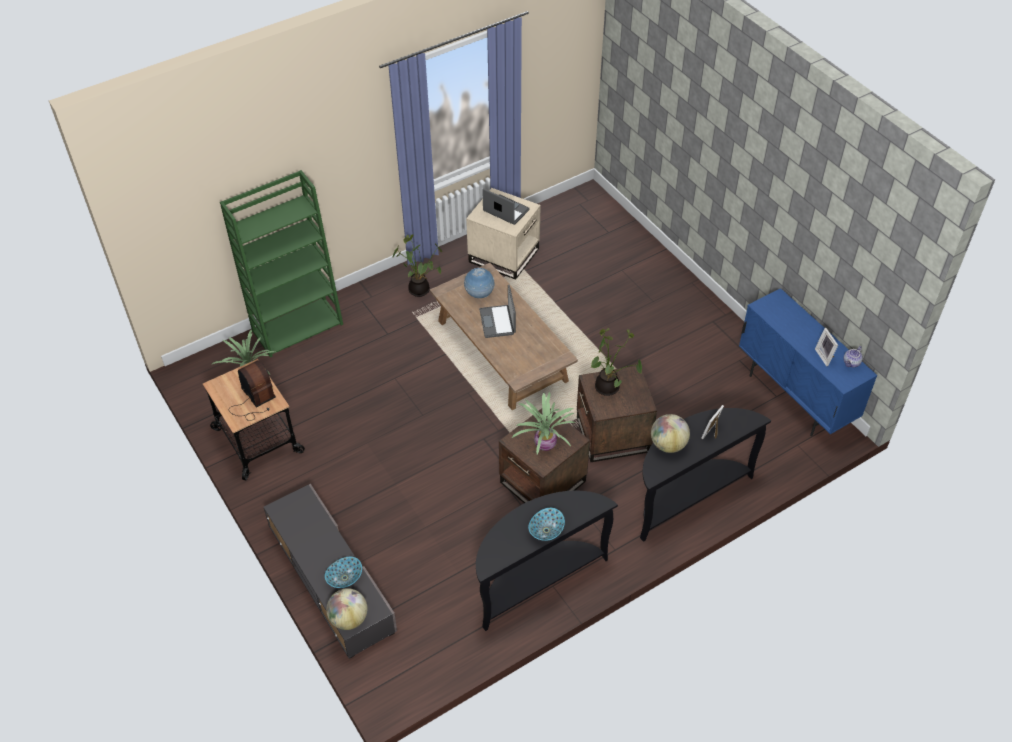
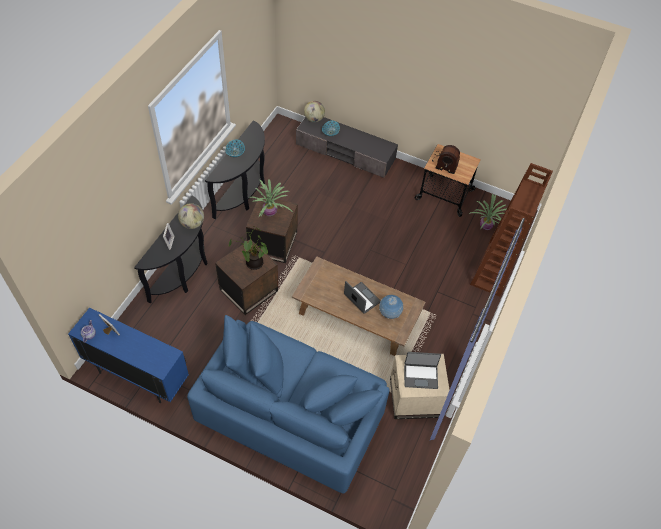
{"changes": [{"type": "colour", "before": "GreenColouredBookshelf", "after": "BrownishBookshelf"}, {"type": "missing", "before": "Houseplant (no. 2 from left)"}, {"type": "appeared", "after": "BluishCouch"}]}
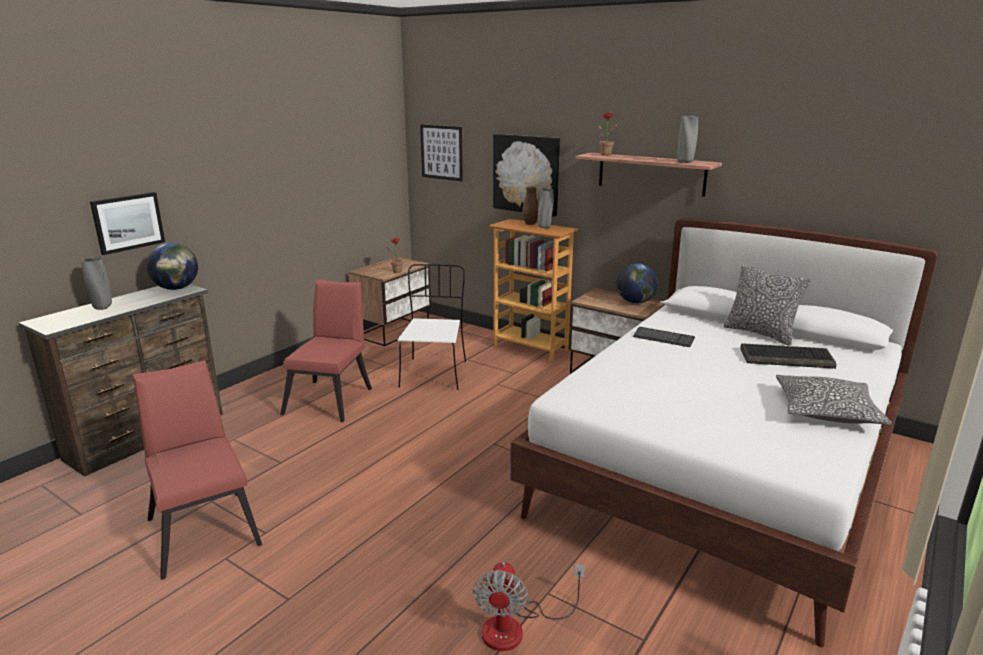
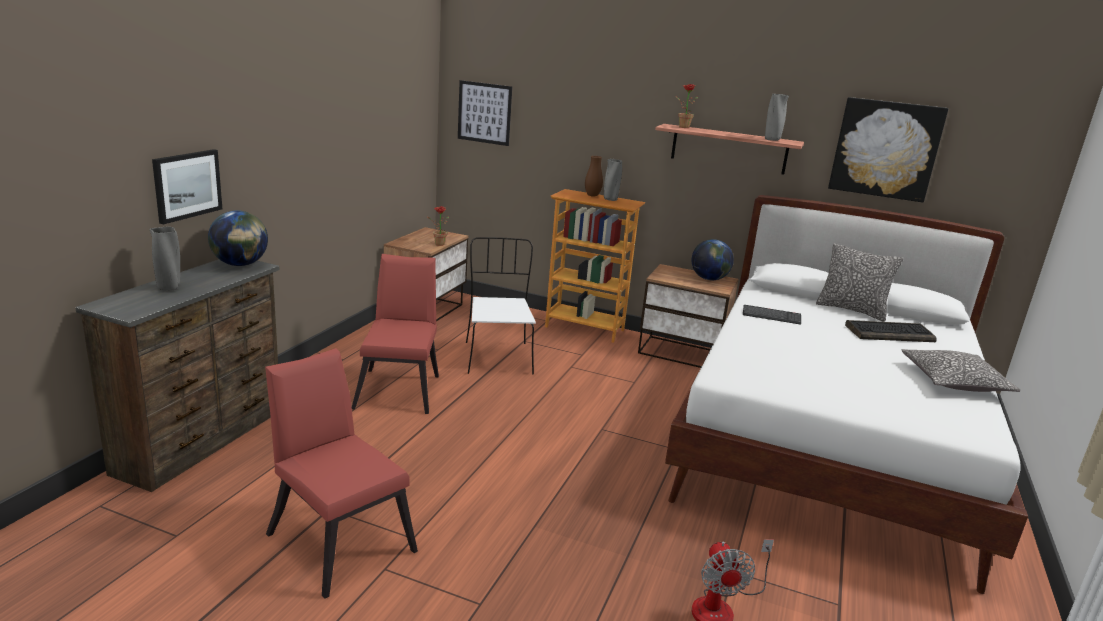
{"changes": [{"type": "relocated", "before": "WallPicture (no. 3 from left)"}]}
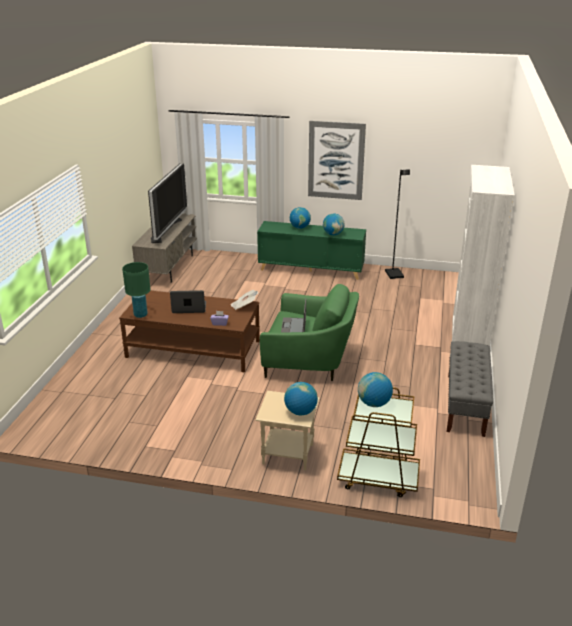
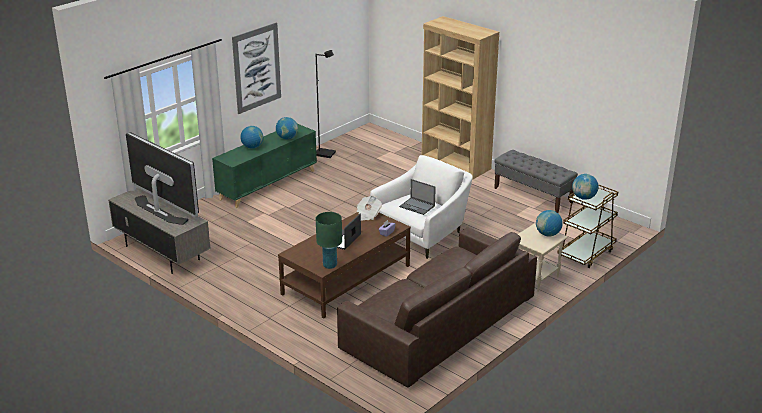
{"changes": [{"type": "colour", "before": "WhitishBookshelf", "after": "BrownishBookshelf"}, {"type": "colour", "before": "GreenColouredArmchair", "after": "WhitishArmchair"}, {"type": "appeared", "after": "BrownishCouch"}]}
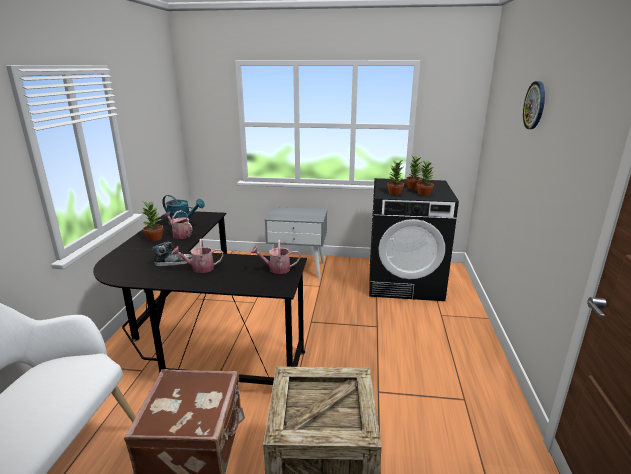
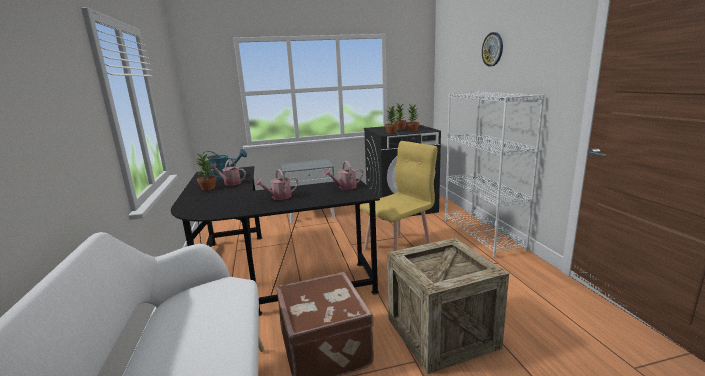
{"changes": [{"type": "missing", "before": "LowShoe"}, {"type": "appeared", "after": "WhitishBookshelf"}, {"type": "appeared", "after": "YellowColouredPlainChair"}]}
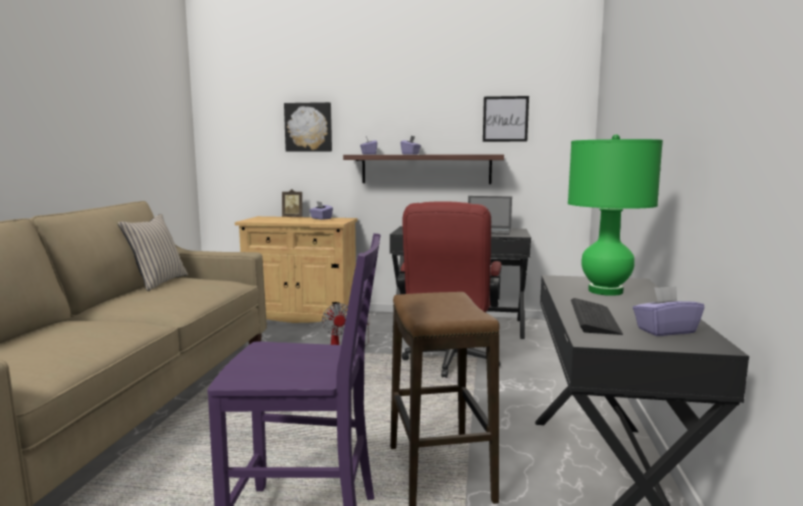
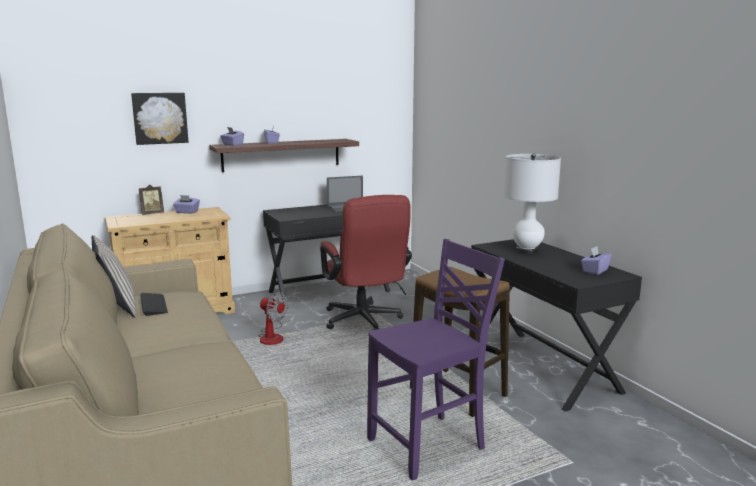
{"changes": [{"type": "missing", "before": "WallPicture (no. 2 from left)"}, {"type": "colour", "before": "GreenColouredTableLamp", "after": "WhitishTableLamp"}, {"type": "relocated", "before": "PcKeyboard"}]}
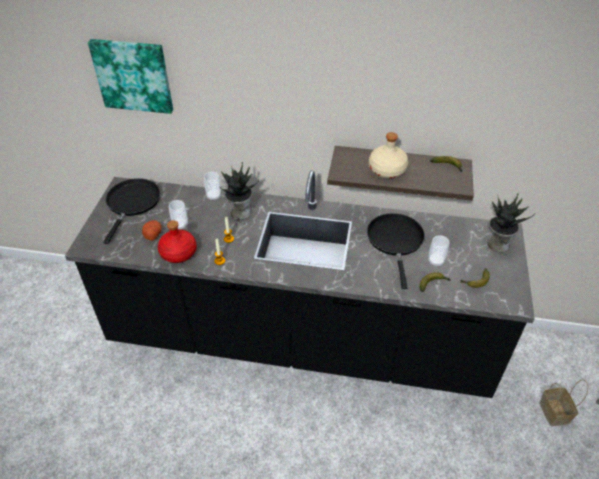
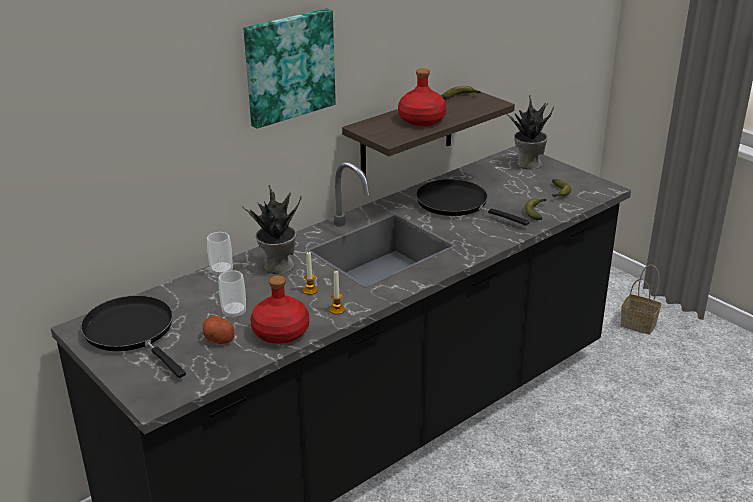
{"changes": [{"type": "relocated", "before": "WallPicture"}, {"type": "colour", "before": "BeigeBottle", "after": "RedColouredBottle (no. 2 from left)"}, {"type": "missing", "before": "SmallCup (no. 3 from left)"}]}
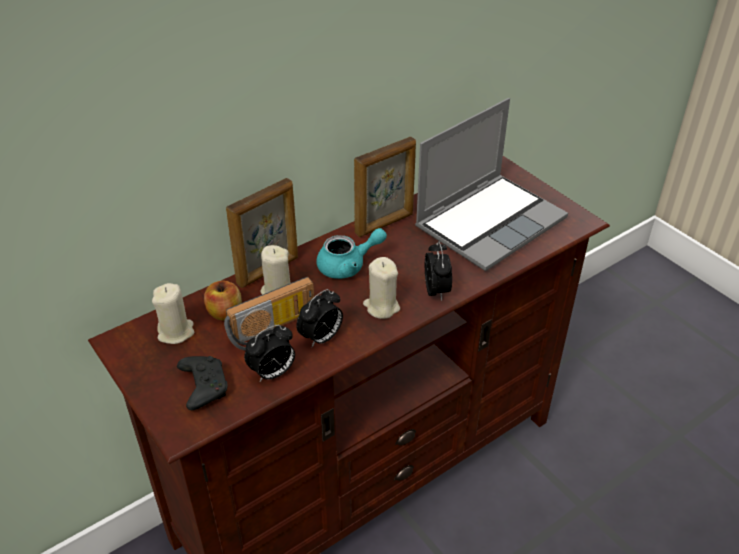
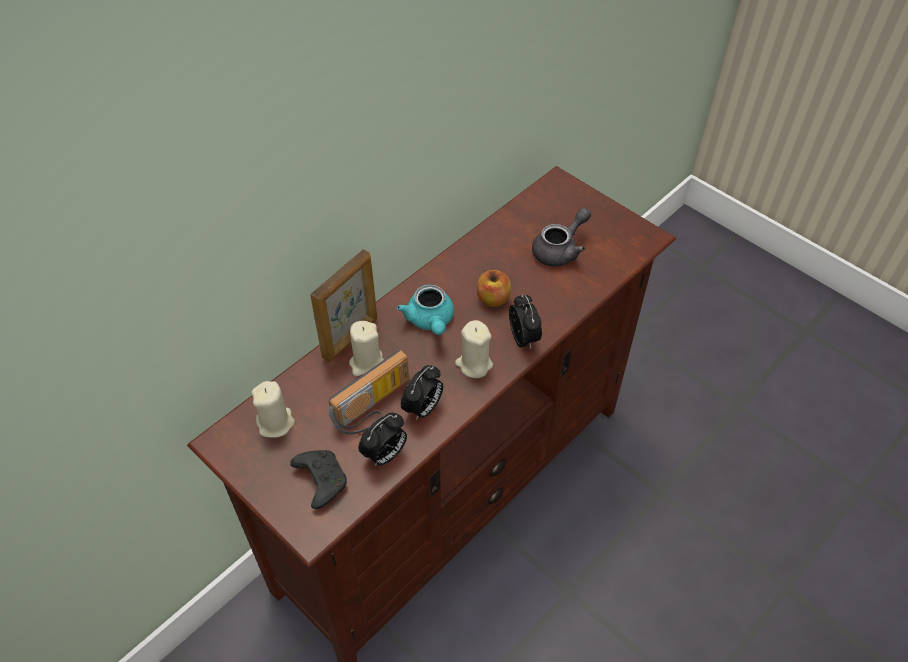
{"changes": [{"type": "exchanged", "before": "Laptop", "after": "GreyPotForTea"}, {"type": "missing", "before": "PictureFrame (no. 2 from left)"}, {"type": "spun", "before": "TurquoiseColouredPotForTea", "turn": 105}, {"type": "relocated", "before": "AppleFruit"}]}
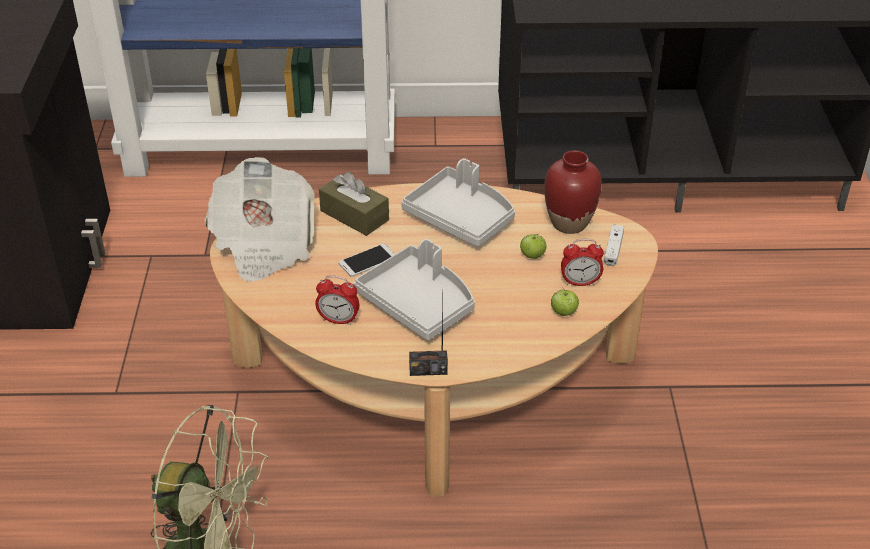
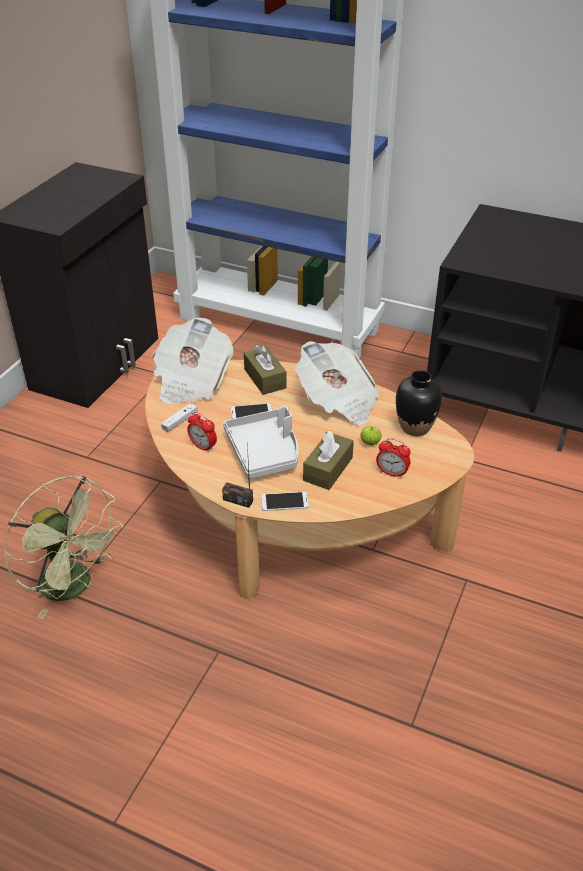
{"changes": [{"type": "colour", "before": "RedColouredVase", "after": "BlackColouredVase"}, {"type": "exchanged", "before": "GreyServingTray (no. 2 from left)", "after": "PrintedPaper (no. 2 from left)"}, {"type": "relocated", "before": "WhitishGameController"}, {"type": "missing", "before": "AppleFruit (no. 2 from left)"}, {"type": "appeared", "after": "BrownishBoxOfTissues (no. 2 from left)"}, {"type": "appeared", "after": "Phone (no. 2 from left)"}]}
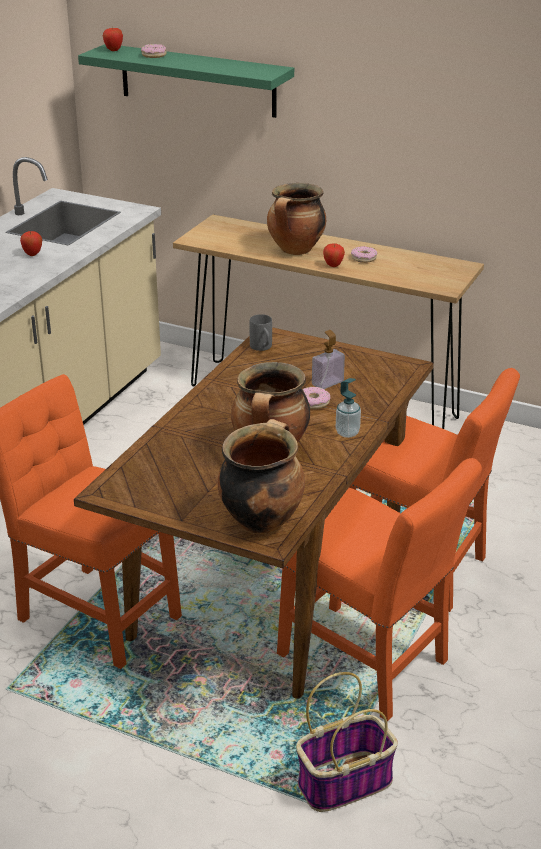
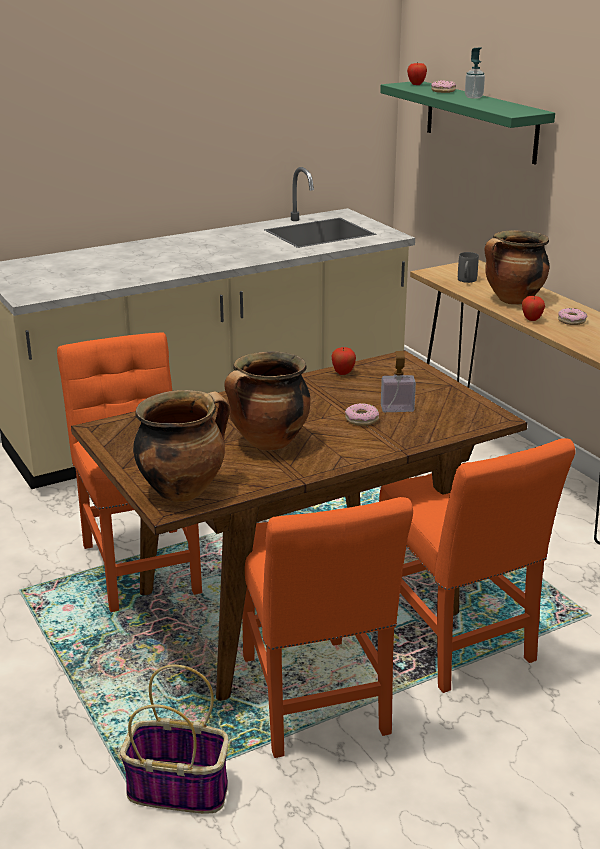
{"changes": [{"type": "relocated", "before": "AppleFruit (no. 1 from left)"}, {"type": "relocated", "before": "GreyTeaMug"}, {"type": "relocated", "before": "SoapDispenser (no. 2 from left)"}]}
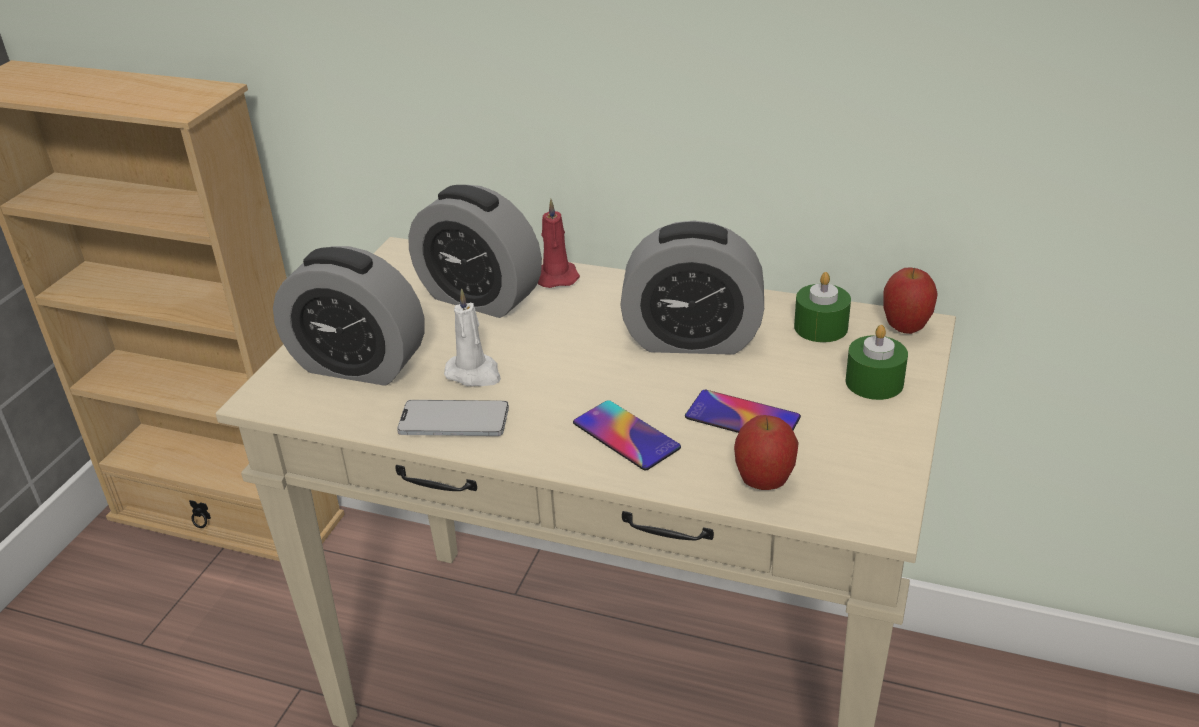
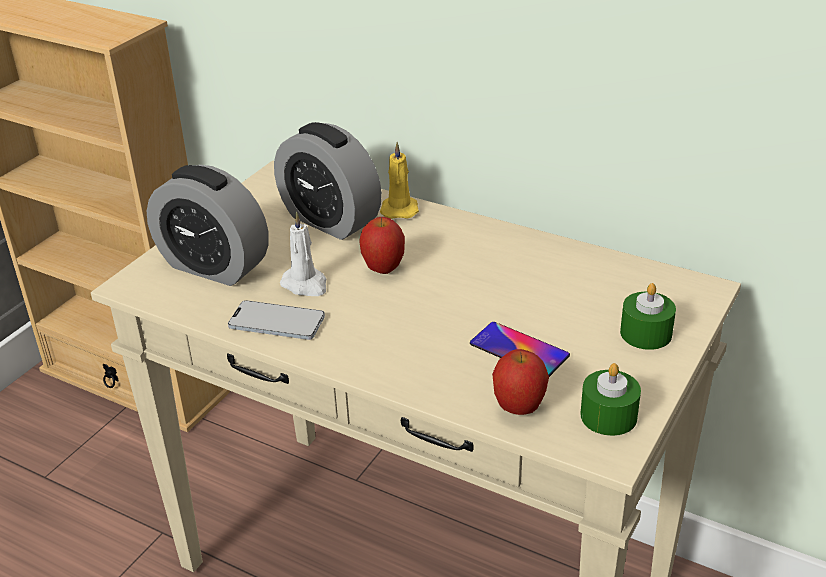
{"changes": [{"type": "colour", "before": "RedColouredWaxCandle", "after": "YellowColouredWaxCandle"}, {"type": "missing", "before": "AlarmClock (no. 3 from left)"}, {"type": "relocated", "before": "AppleFruit (no. 2 from left in the first image)", "after": "AppleFruit (no. 1 from left)"}, {"type": "relocated", "before": "GreenColouredWaxCandle (no. 1 from left)"}, {"type": "missing", "before": "Phone (no. 2 from left)"}]}
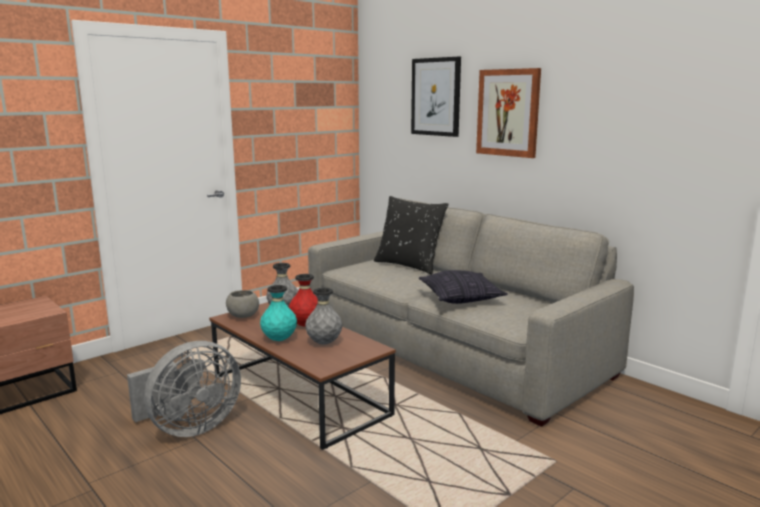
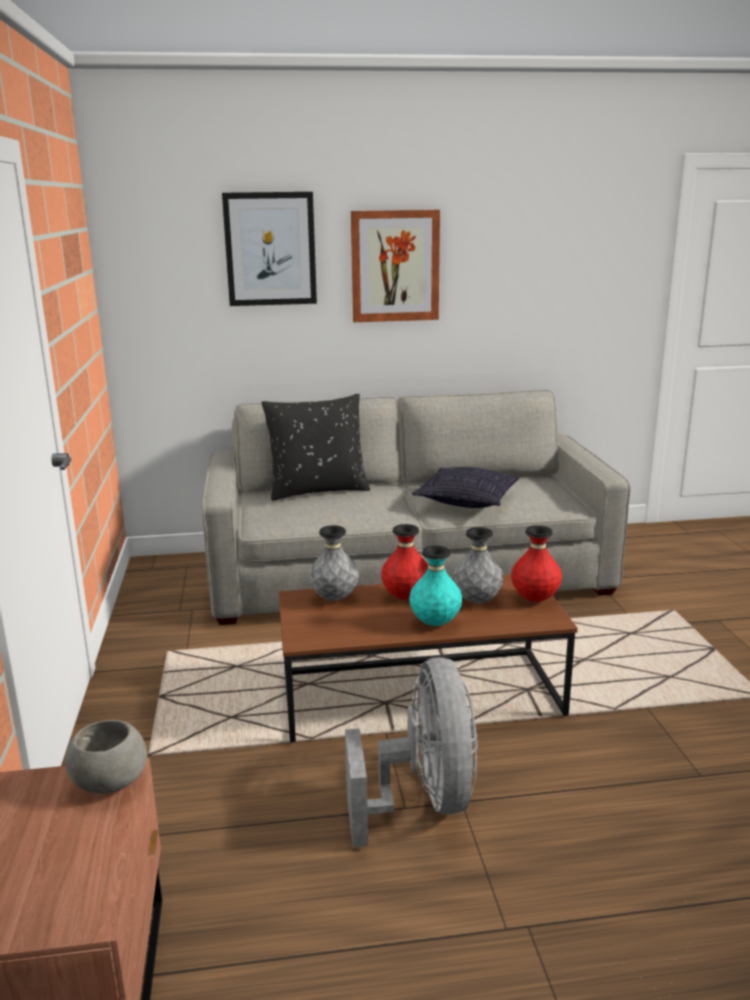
{"changes": [{"type": "relocated", "before": "GreyBowl"}, {"type": "appeared", "after": "RedColouredVase (no. 2 from left)"}]}
